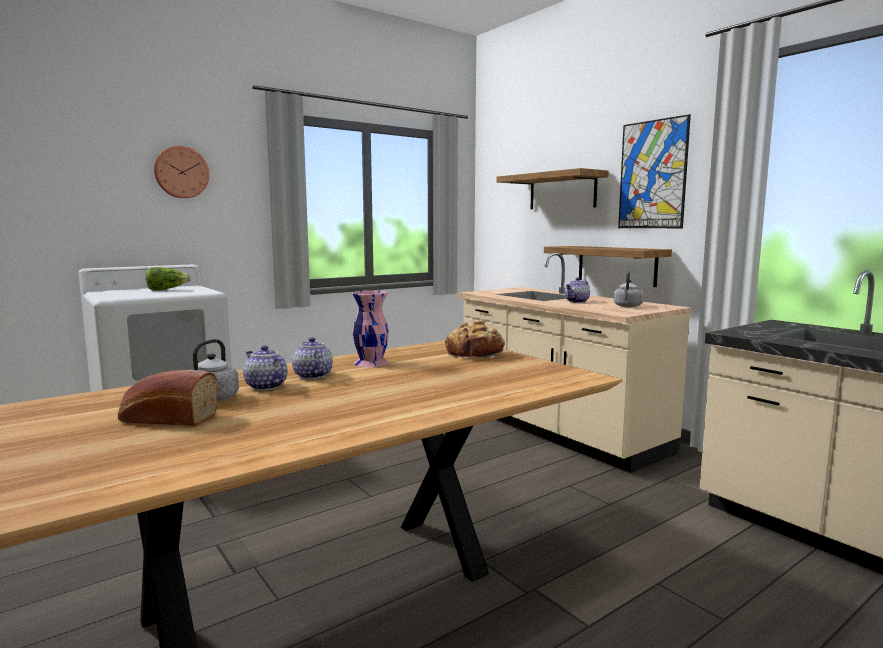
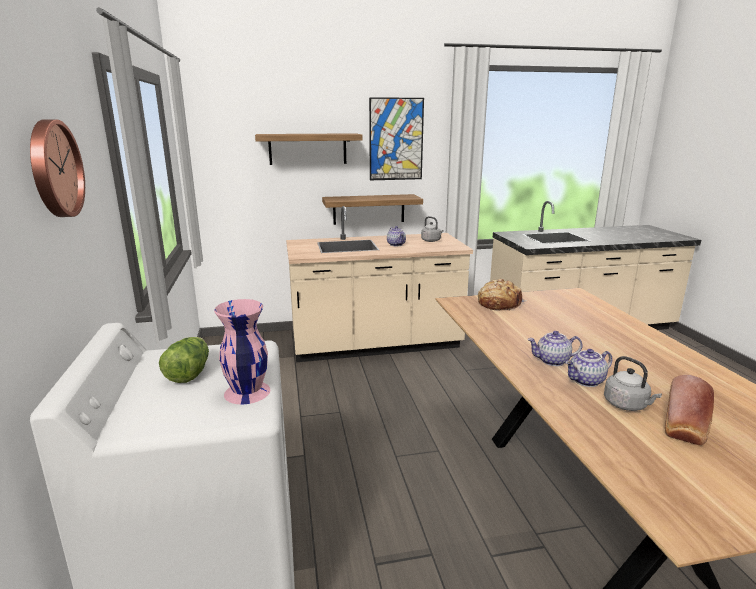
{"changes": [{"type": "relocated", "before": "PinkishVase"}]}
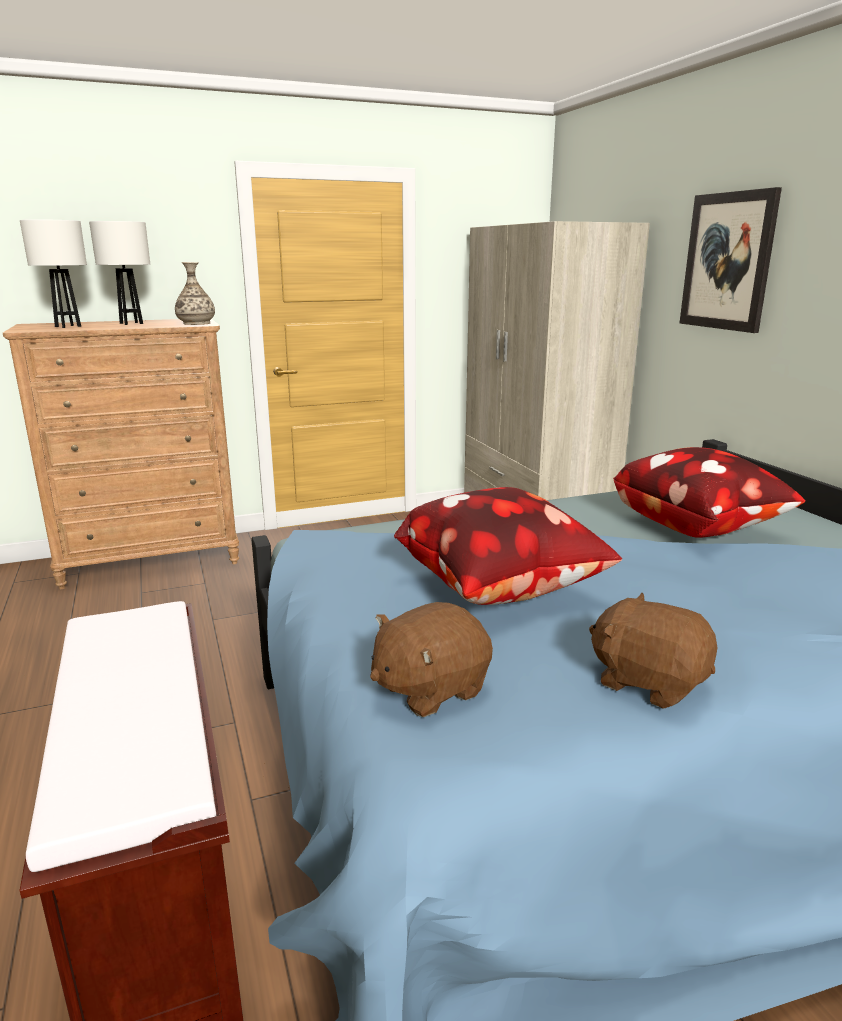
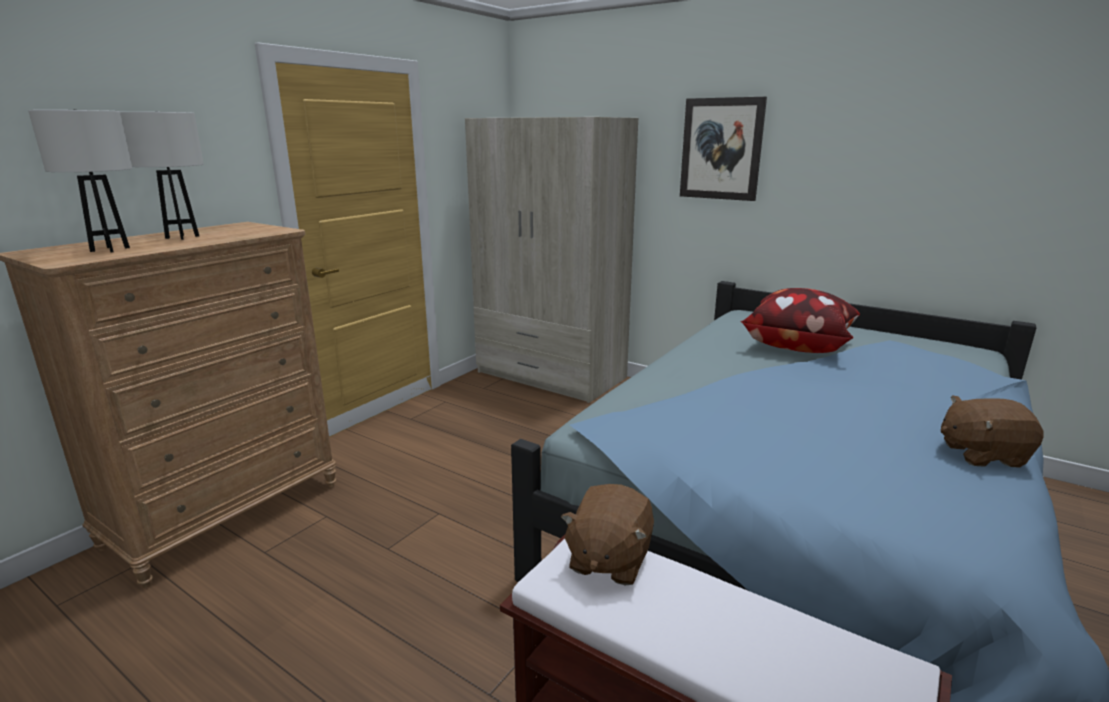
{"changes": [{"type": "missing", "before": "Vase"}, {"type": "missing", "before": "Pillow (no. 1 from left)"}, {"type": "relocated", "before": "BrownishPlushToy (no. 1 from left)"}]}
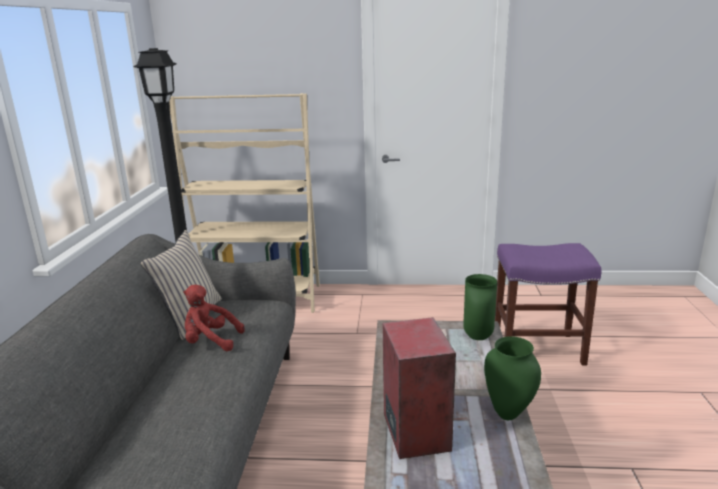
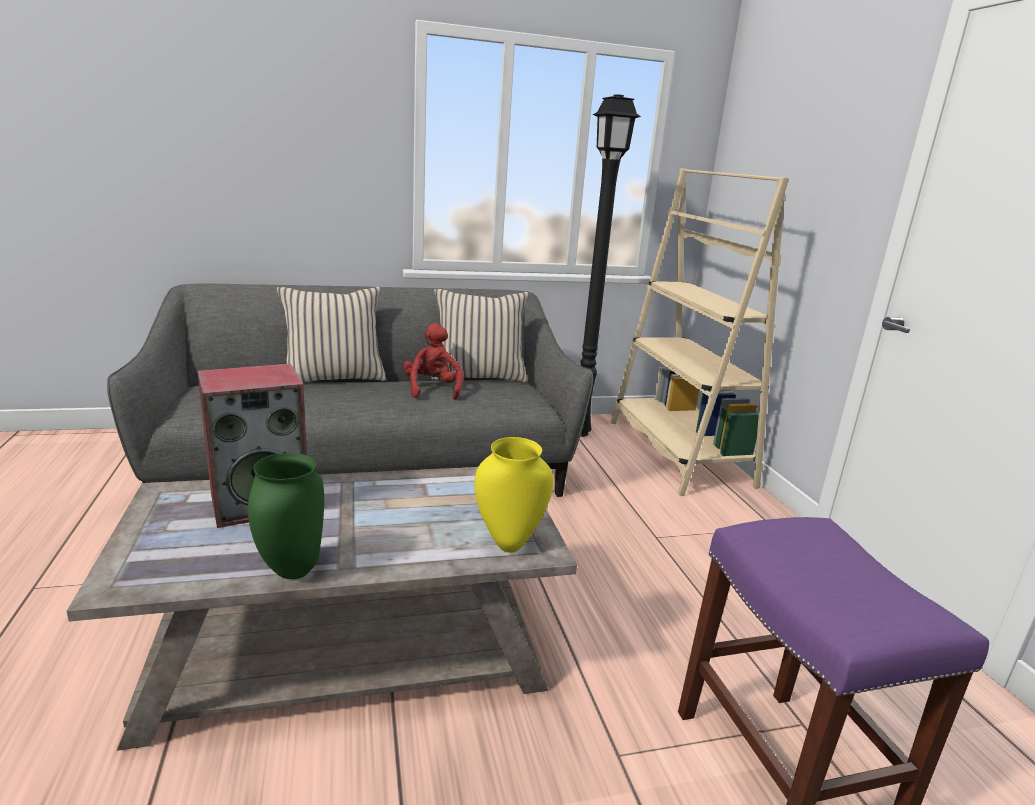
{"changes": [{"type": "colour", "before": "GreenColouredVase (no. 1 from left)", "after": "YellowColouredVase"}, {"type": "appeared", "after": "BeigePillow (no. 1 from left)"}]}
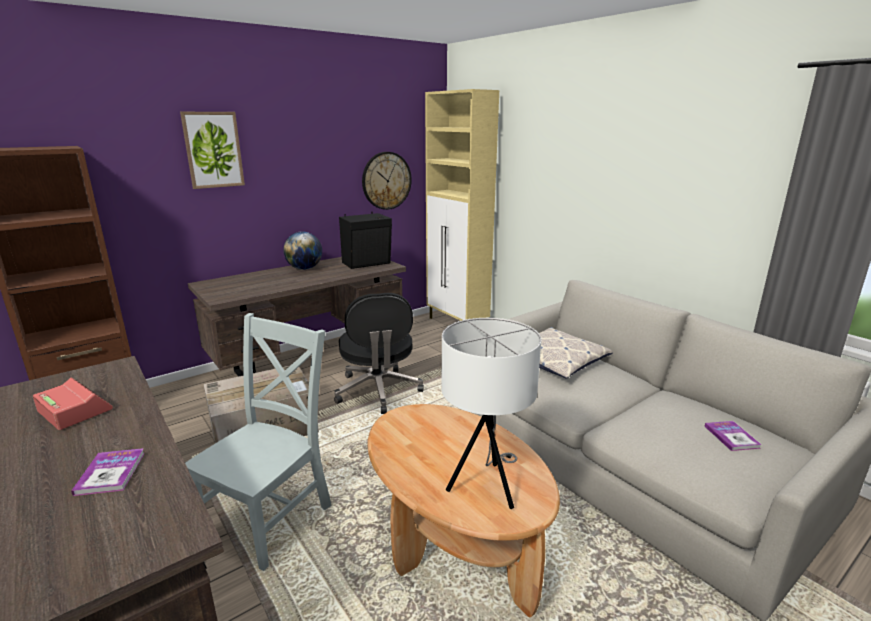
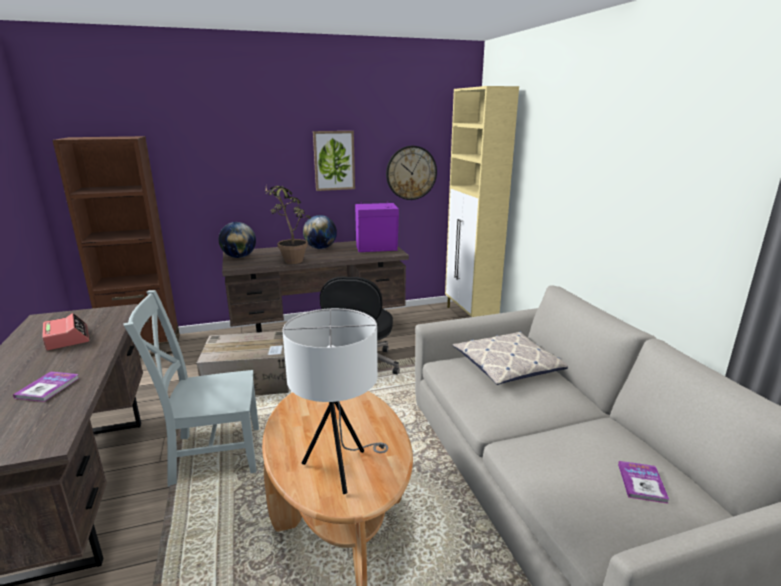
{"changes": [{"type": "relocated", "before": "WallPicture"}, {"type": "colour", "before": "BlackColouredLoudspeaker", "after": "PurpleColouredLoudspeaker"}, {"type": "spun", "before": "GreyPlainChair", "turn": -150}, {"type": "appeared", "after": "Houseplant"}, {"type": "appeared", "after": "Globe (no. 1 from left)"}]}
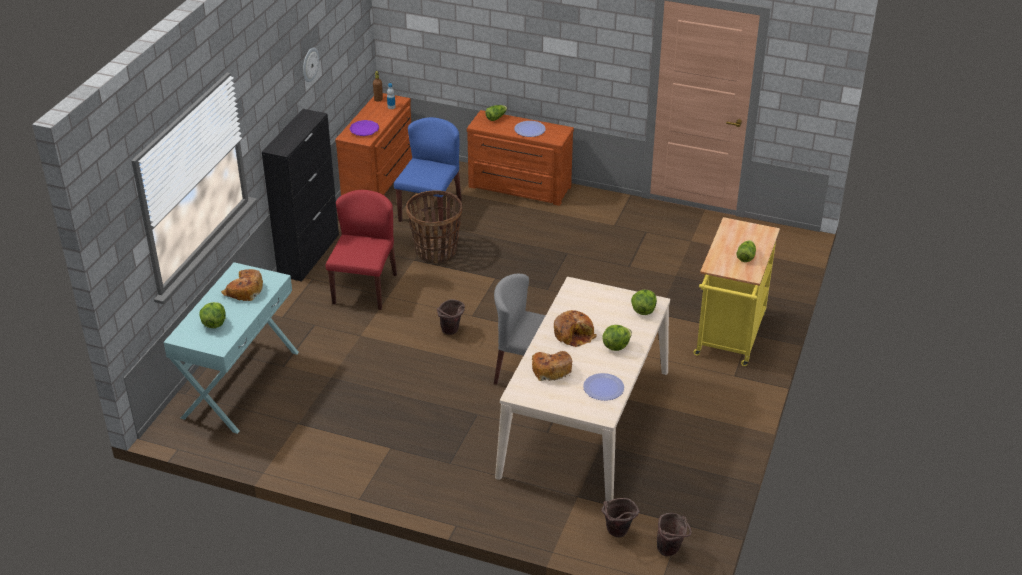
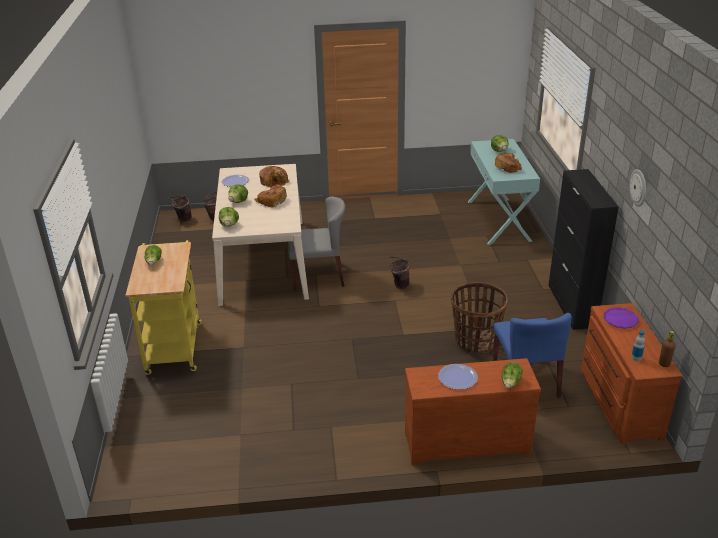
{"changes": [{"type": "missing", "before": "RedColouredPlainChair"}]}
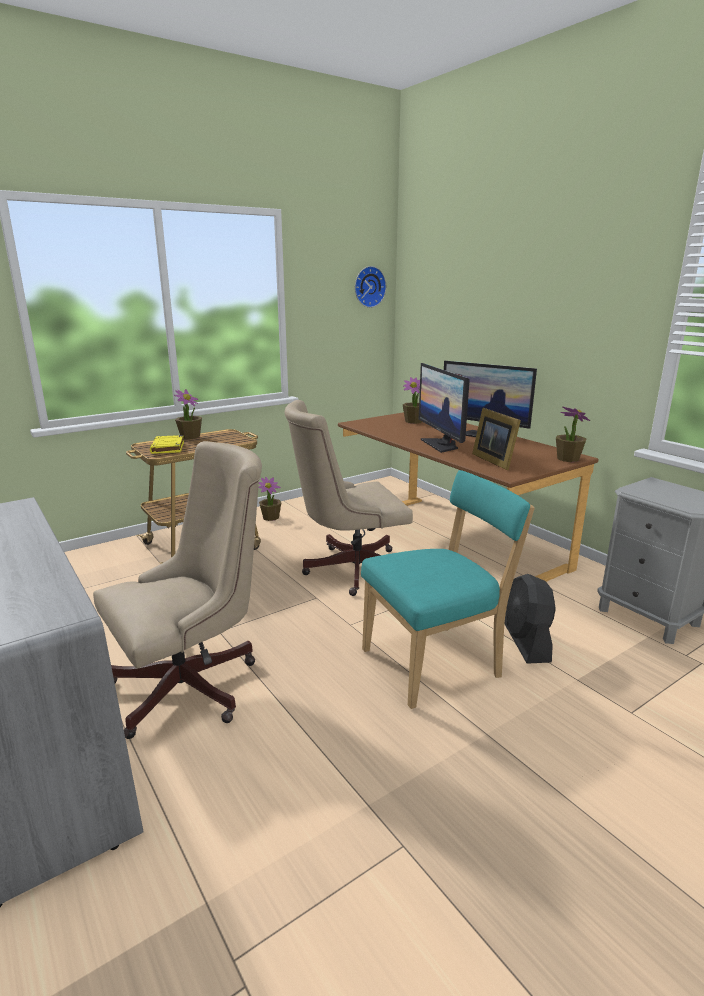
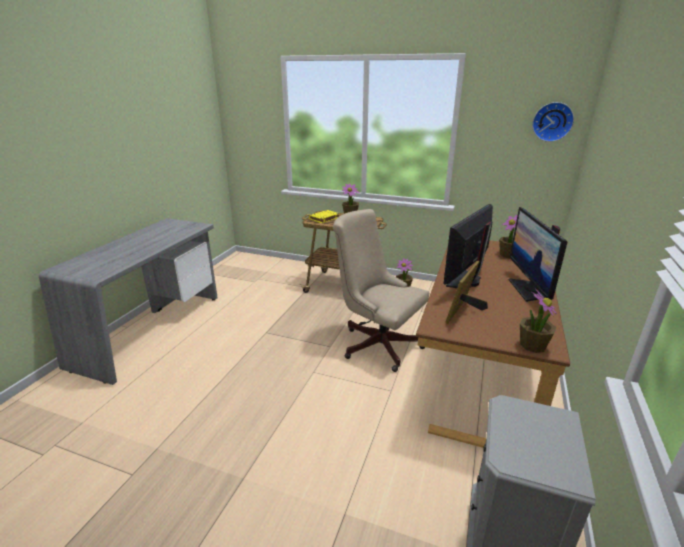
{"changes": [{"type": "missing", "before": "BeigeDeskChair (no. 1 from left)"}, {"type": "missing", "before": "TurquoiseColouredPlainChair"}, {"type": "missing", "before": "BlackColouredElectricFan"}]}
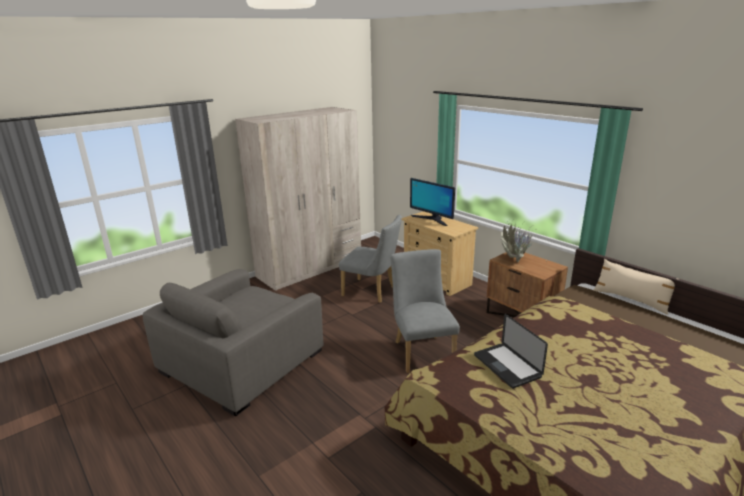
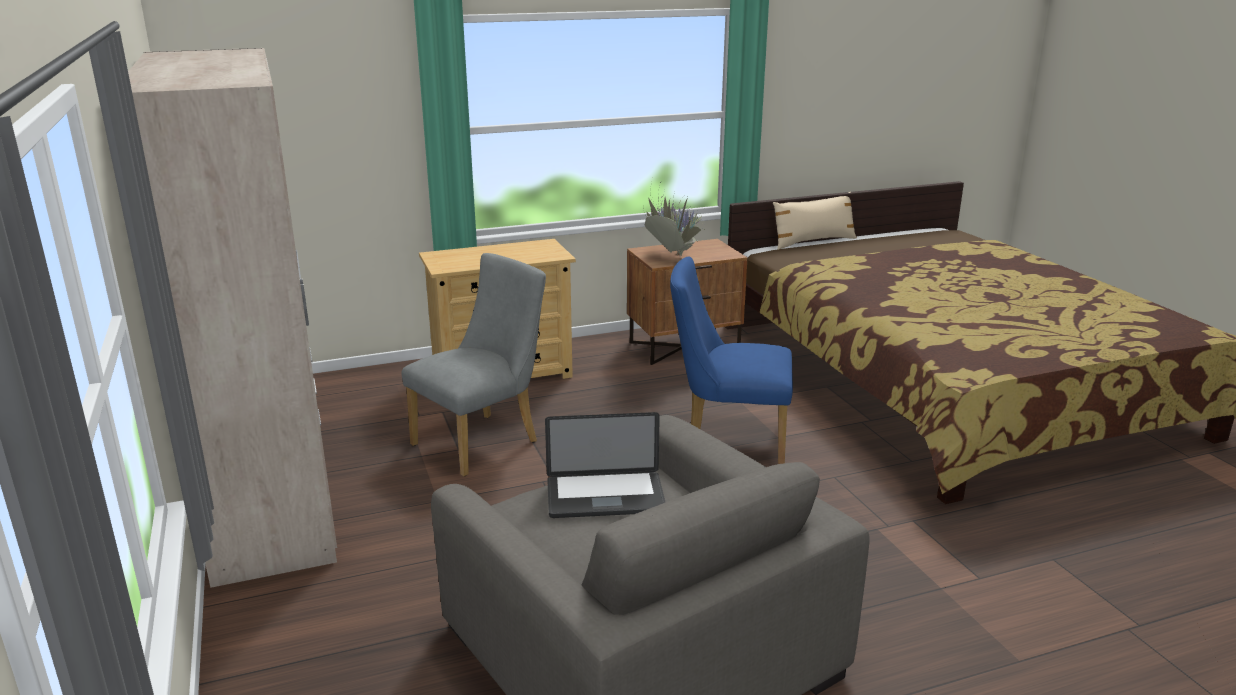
{"changes": [{"type": "missing", "before": "ComputerScreen"}, {"type": "colour", "before": "GreyPlainChair (no. 2 from left)", "after": "BluishPlainChair"}, {"type": "relocated", "before": "Laptop"}]}
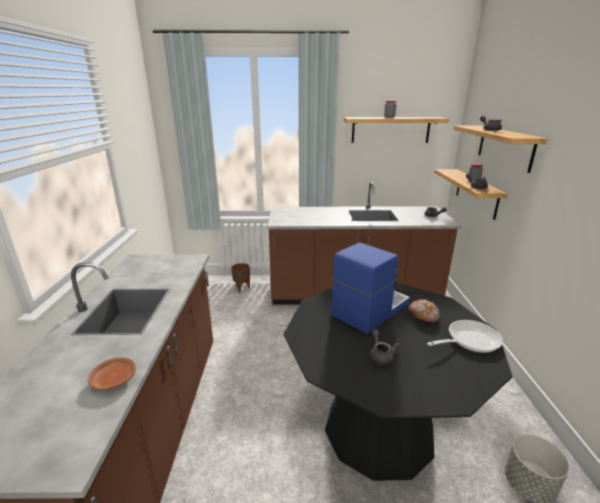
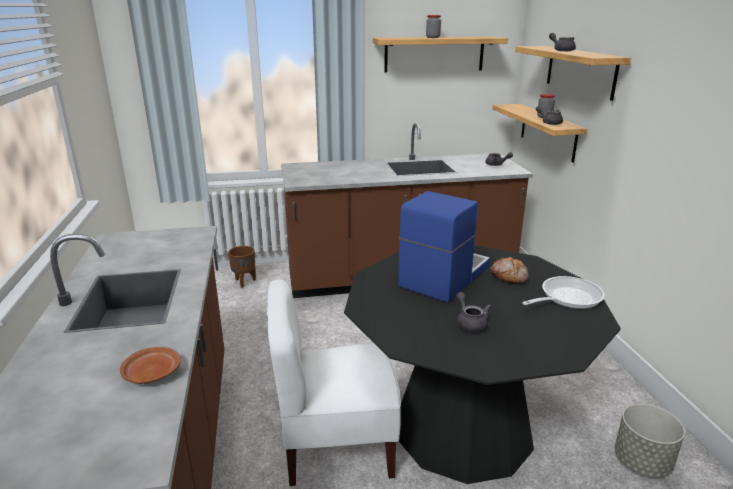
{"changes": [{"type": "appeared", "after": "WhitishPlainChair"}]}
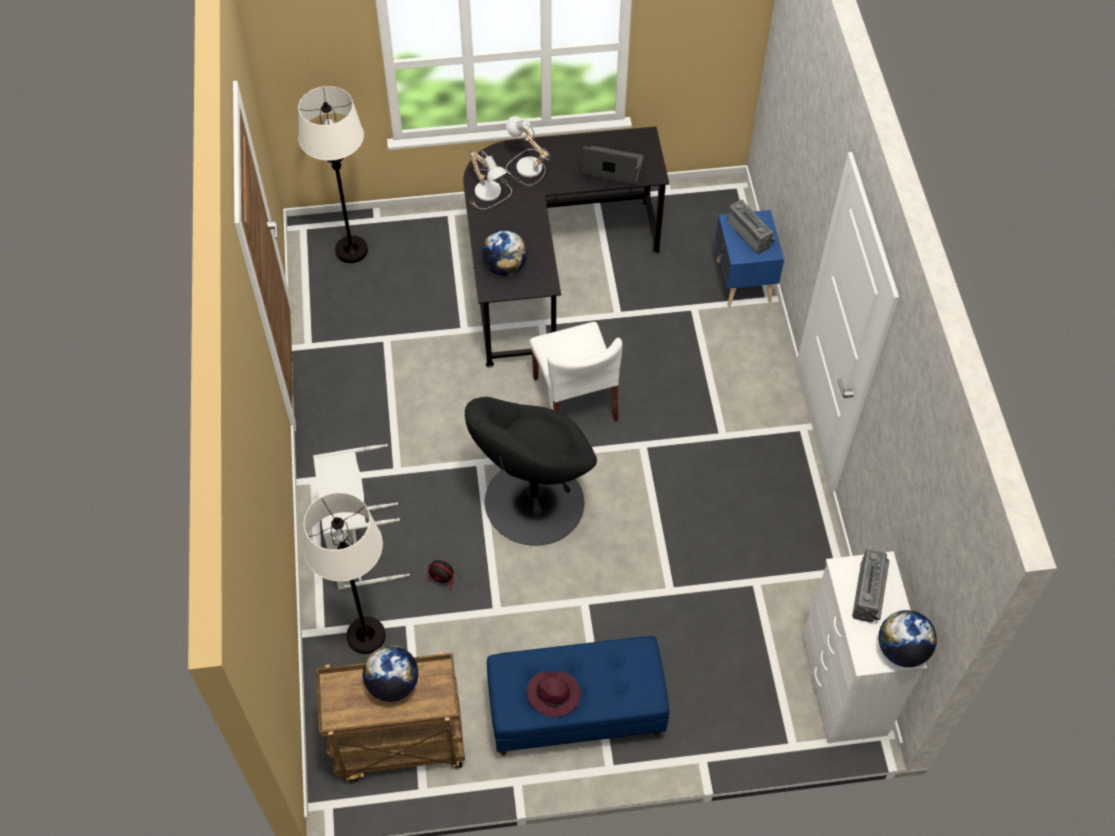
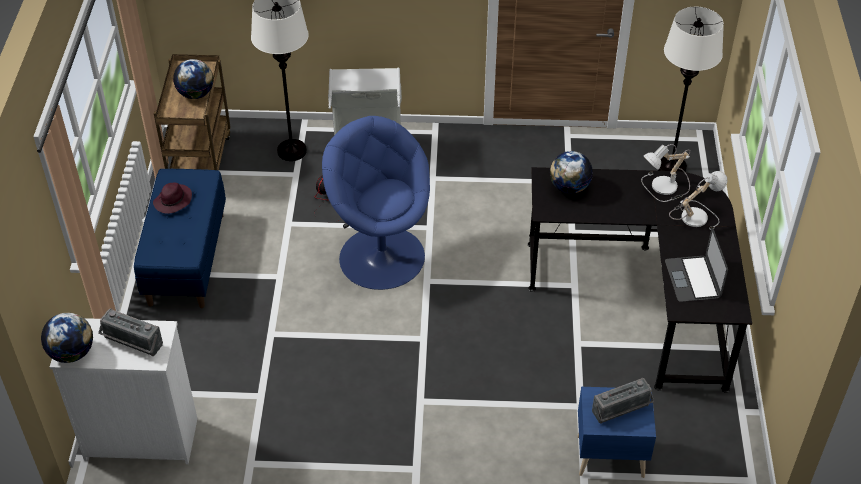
{"changes": [{"type": "spun", "before": "Laptop", "turn": 150}, {"type": "missing", "before": "WhitishPlainChair"}, {"type": "colour", "before": "BlackColouredArmchair", "after": "BluishArmchair"}]}
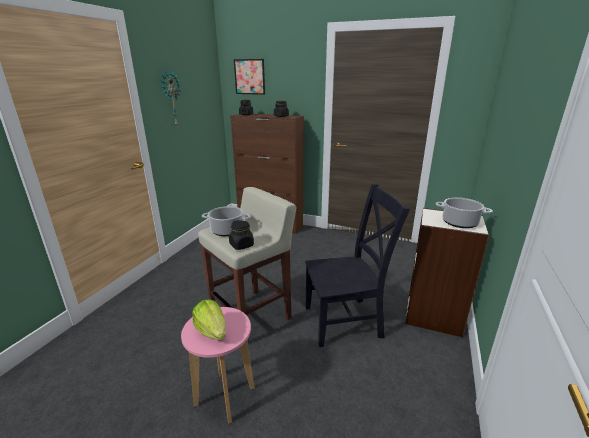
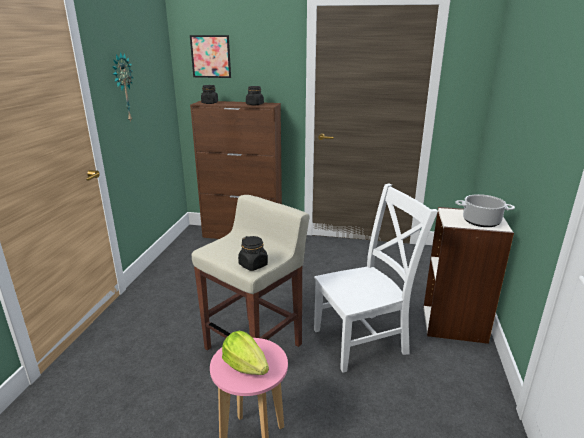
{"changes": [{"type": "colour", "before": "BlackColouredPlainChair", "after": "WhitishPlainChair"}, {"type": "missing", "before": "CookingPot (no. 1 from left)"}]}
